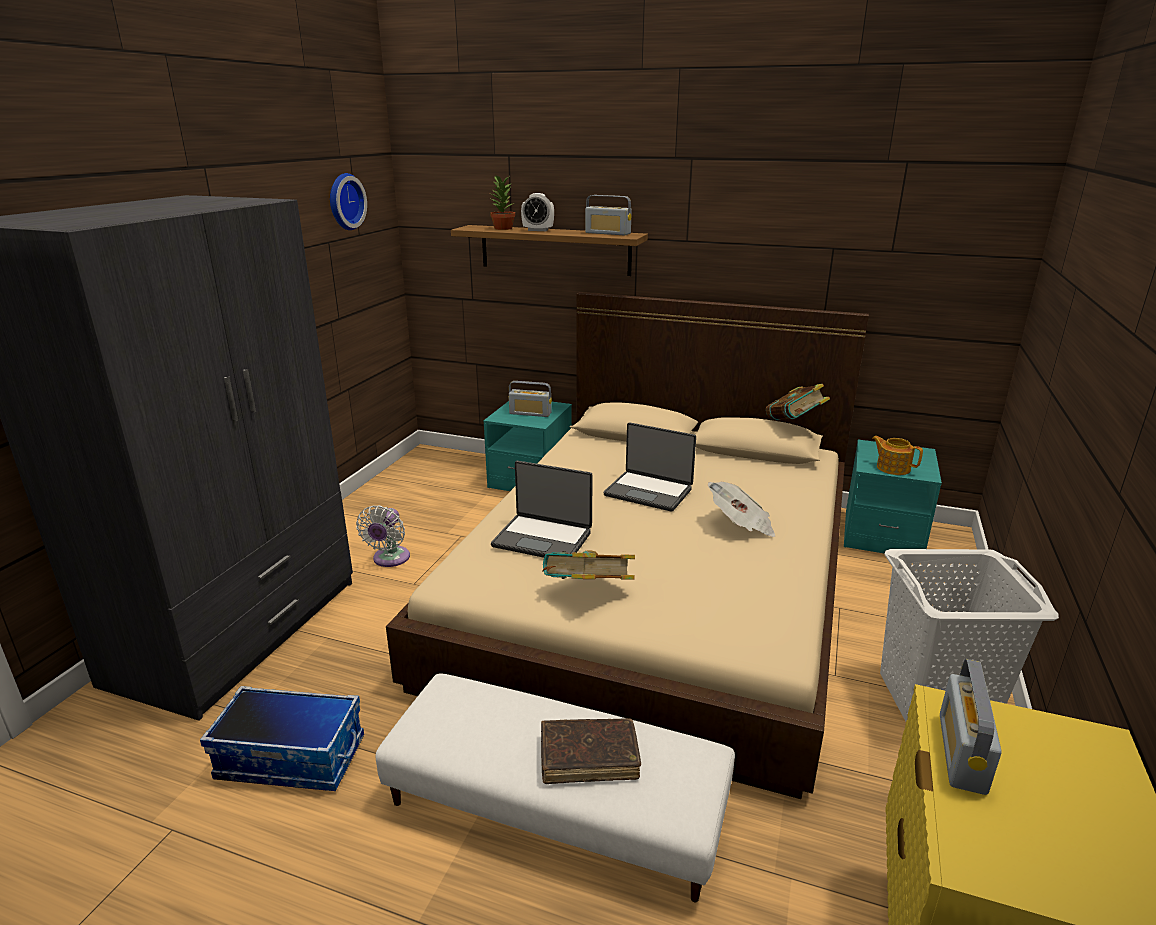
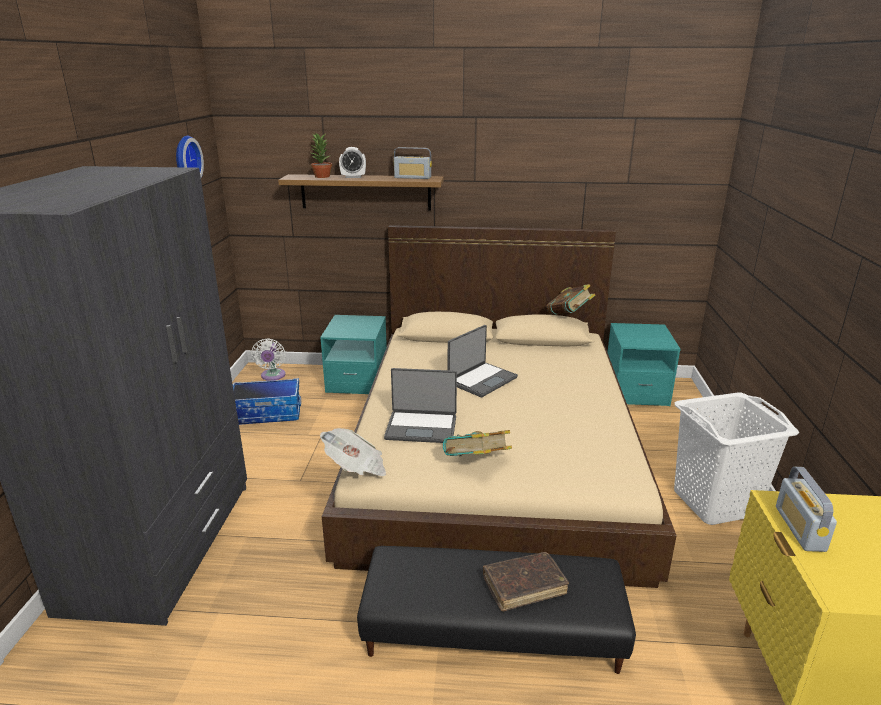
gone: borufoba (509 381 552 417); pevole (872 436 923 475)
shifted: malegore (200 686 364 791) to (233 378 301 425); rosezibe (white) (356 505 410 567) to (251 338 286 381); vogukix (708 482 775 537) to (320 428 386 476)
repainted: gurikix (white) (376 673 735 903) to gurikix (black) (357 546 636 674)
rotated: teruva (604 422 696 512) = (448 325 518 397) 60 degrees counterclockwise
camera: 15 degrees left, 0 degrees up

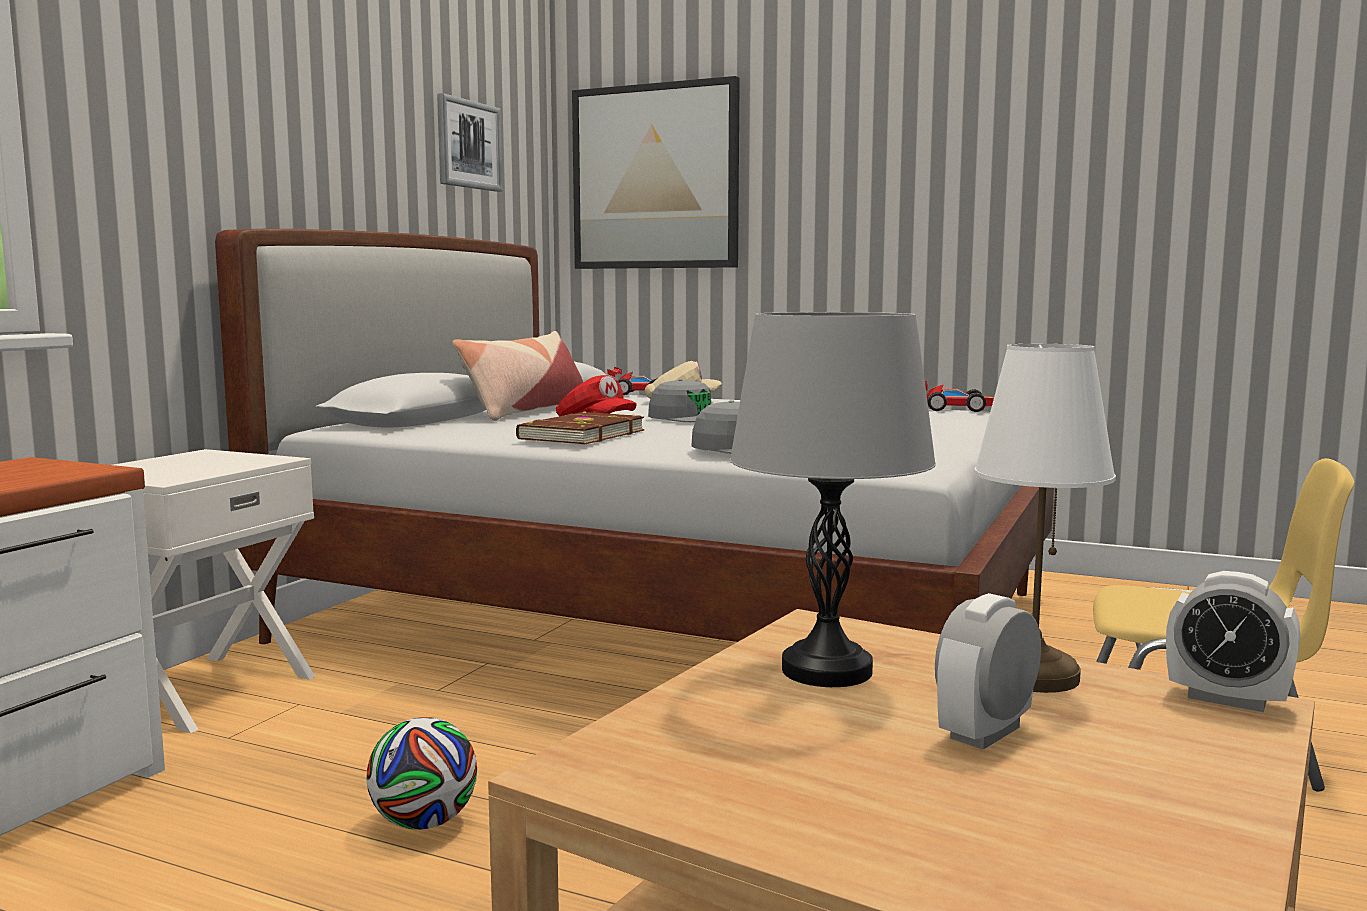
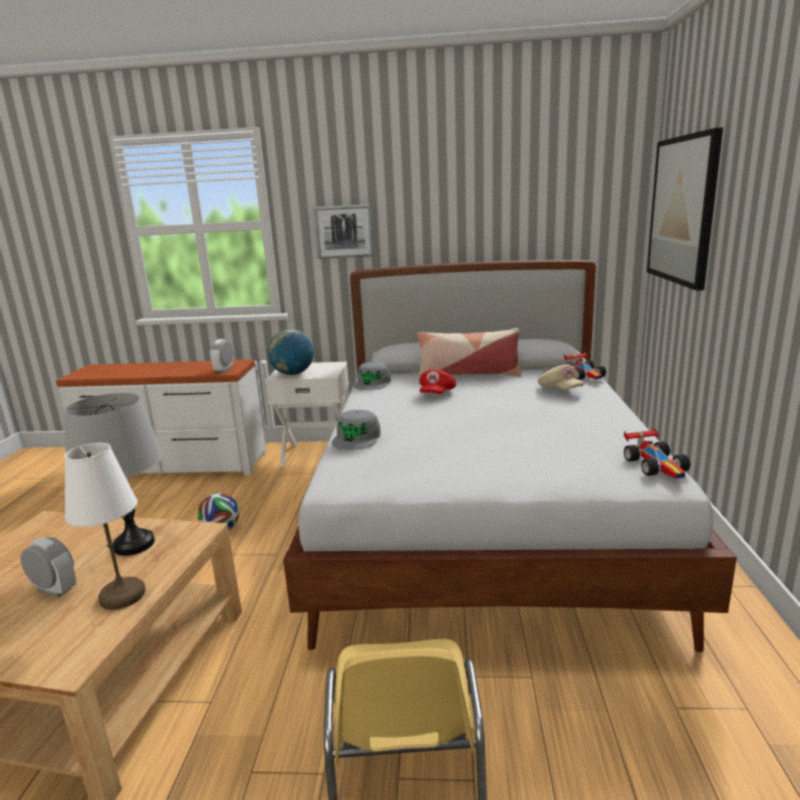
gone: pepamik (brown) (516 411 644 444)
new: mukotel (268 329 314 375)
shifted: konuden (437 93 502 192) to (313 204 374 259); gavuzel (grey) (648 379 711 422) to (354 362 391 390); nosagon (1166 571 1300 712) to (209 339 233 373)
camera: 70 degrees right, 10 degrees up

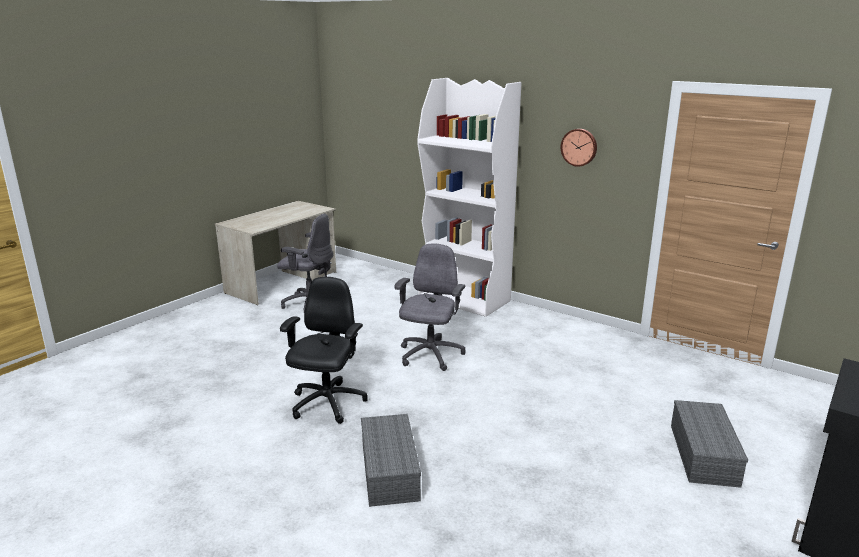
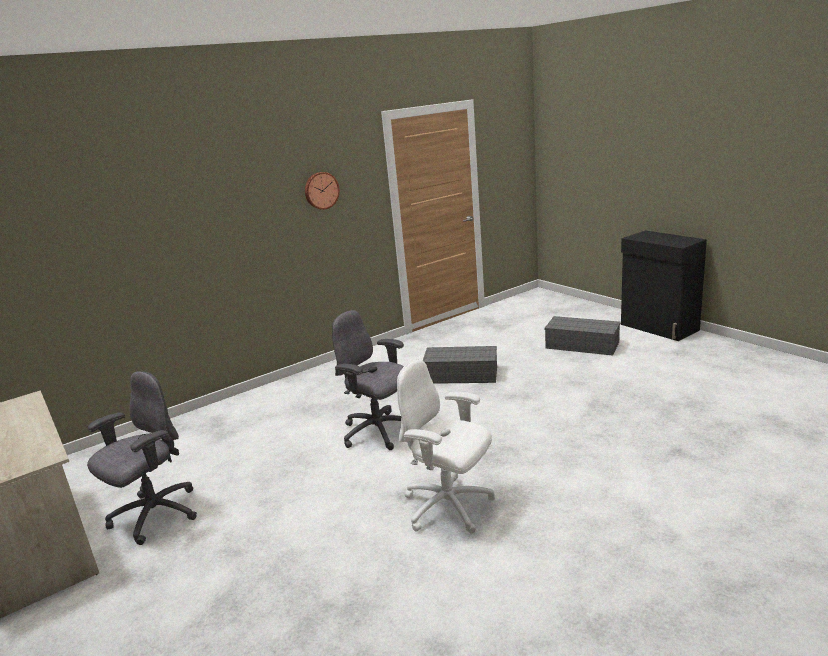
gone: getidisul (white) (417 78 521 317)
shifted: malegore (grey) (361 414 421 507) to (423 346 497 384)
repainted: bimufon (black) (280 277 368 424) to bimufon (white) (397 359 495 534)
camera: 70 degrees left, 0 degrees up

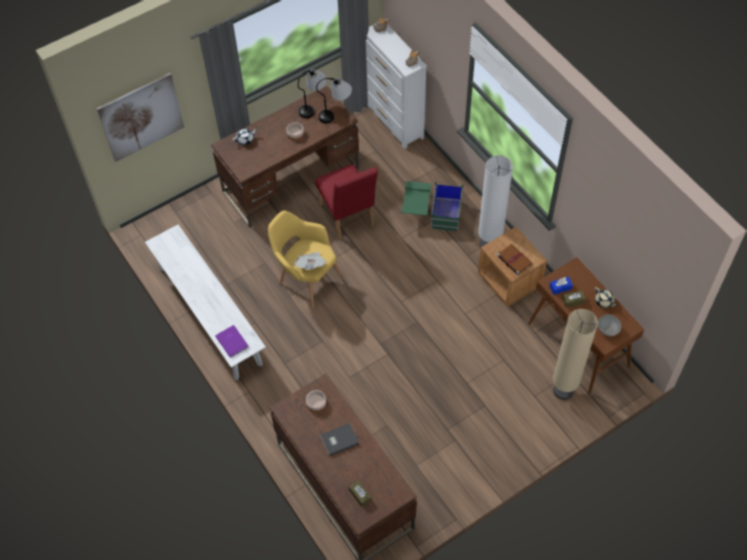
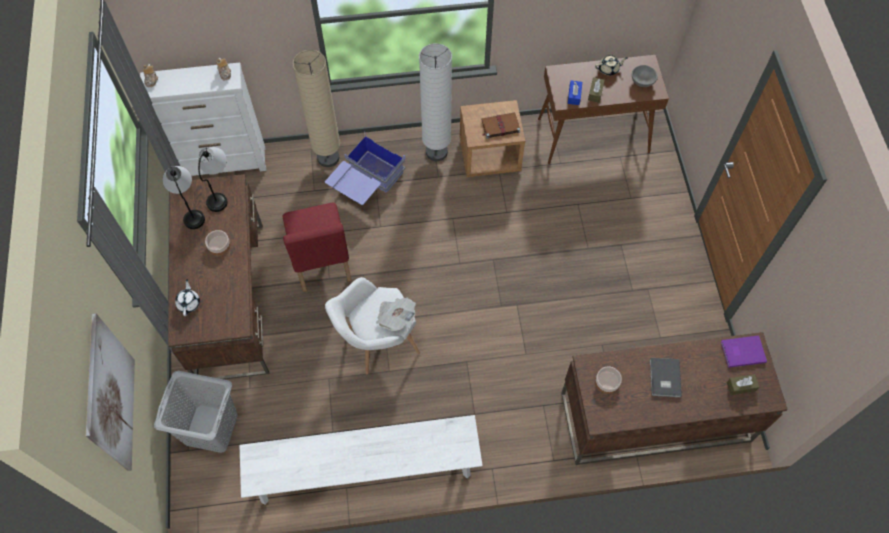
new: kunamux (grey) (154 371 238 453)
shifted: pepamik (purple) (215 325 248 358) to (721 336 767 368); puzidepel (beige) (553 309 598 400) to (292 50 340 167)
repainted: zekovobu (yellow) (268 210 342 309) to zekovobu (white) (325 277 420 374); malegore (green) (401 181 464 231) to malegore (blue) (325 135 405 205)
rotated: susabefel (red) (315 164 378 240) = (283 202 352 292) 75 degrees clockwise
camera: 65 degrees left, 5 degrees up

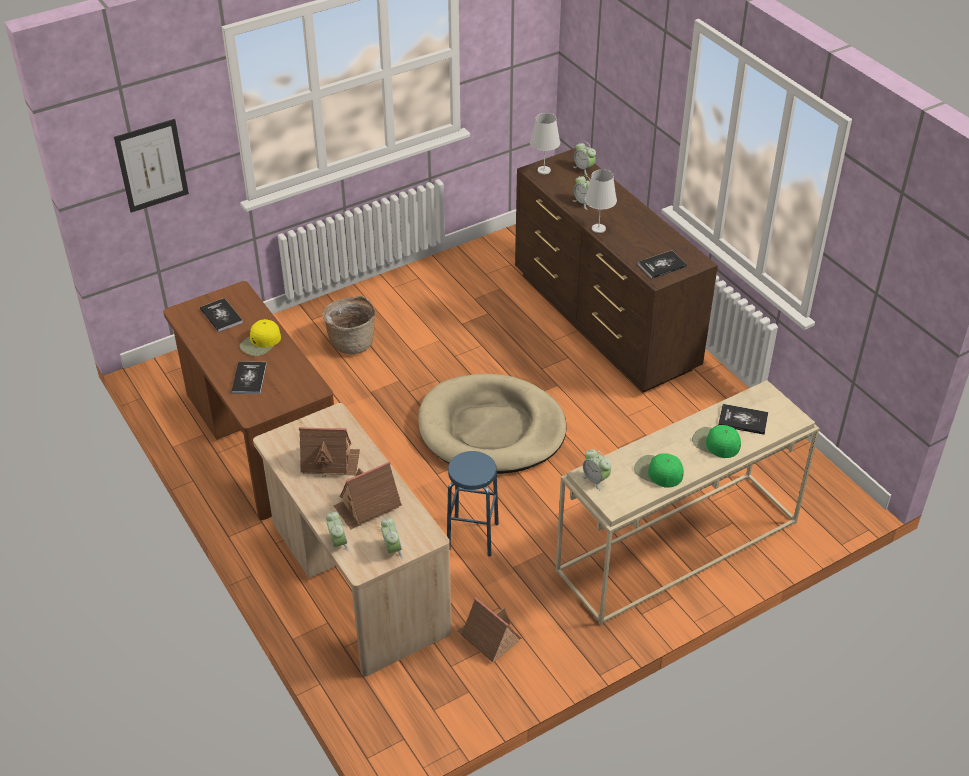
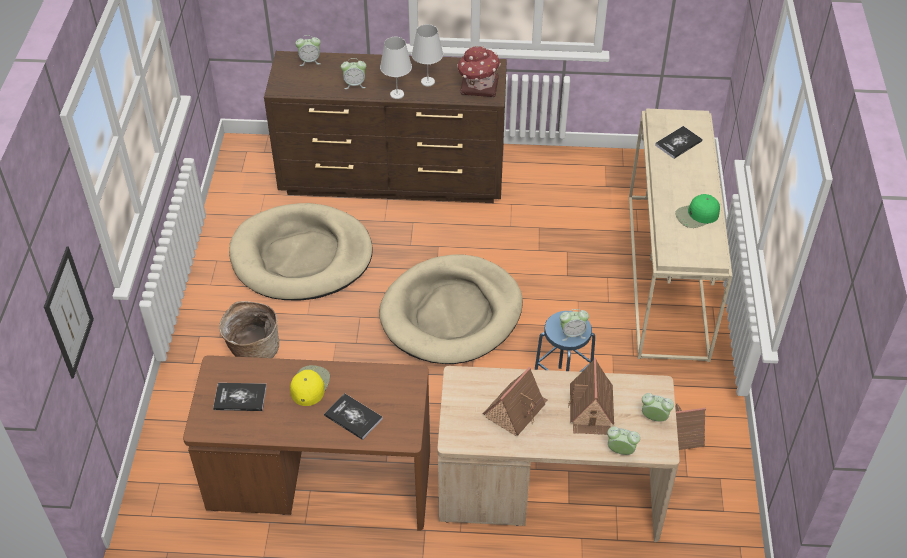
gone: gavuzel (green) (692 425 741 458)
new: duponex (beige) (229 203 373 301)
shifted: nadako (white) (530 113 560 174) to (411 24 443 86); nosagon (581 449 611 490) to (560 309 589 341)
swapped: pepamik (638 250 687 279) to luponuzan (457 46 501 97)
rotated: gavuzel (yellow) (240 319 281 356) = (290 365 330 406) 150 degrees counterclockwise
camera: 55 degrees left, 5 degrees up

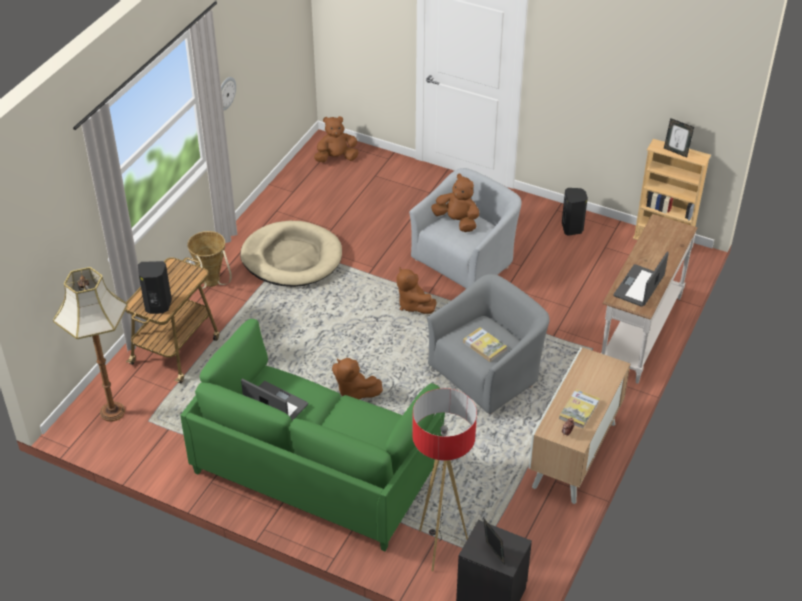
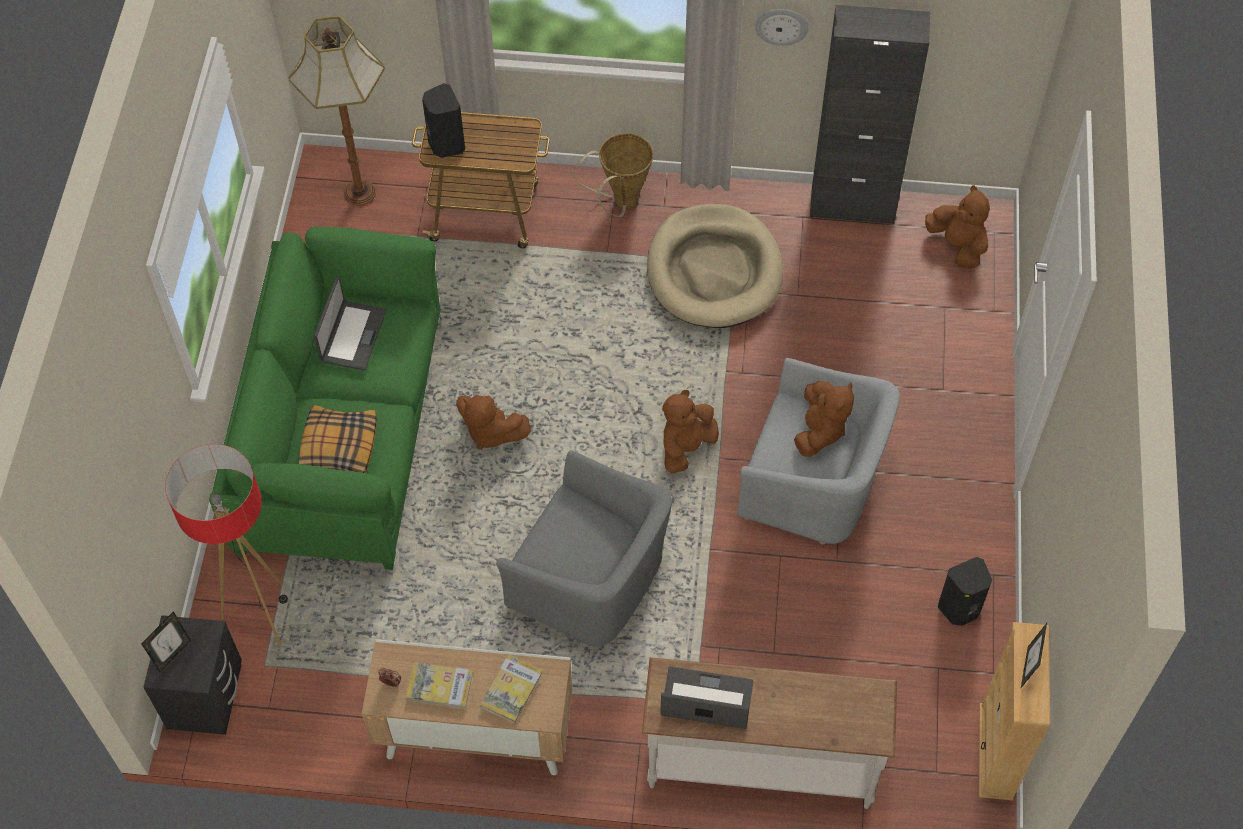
new: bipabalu (299 405 377 473); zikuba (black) (810 5 930 224)
shifted: pepamik (463 327 507 362) to (480 654 543 724)
rotated: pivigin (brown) (332 358 383 399) = (456 395 531 450) 75 degrees counterclockwise
camera: 70 degrees right, 15 degrees up

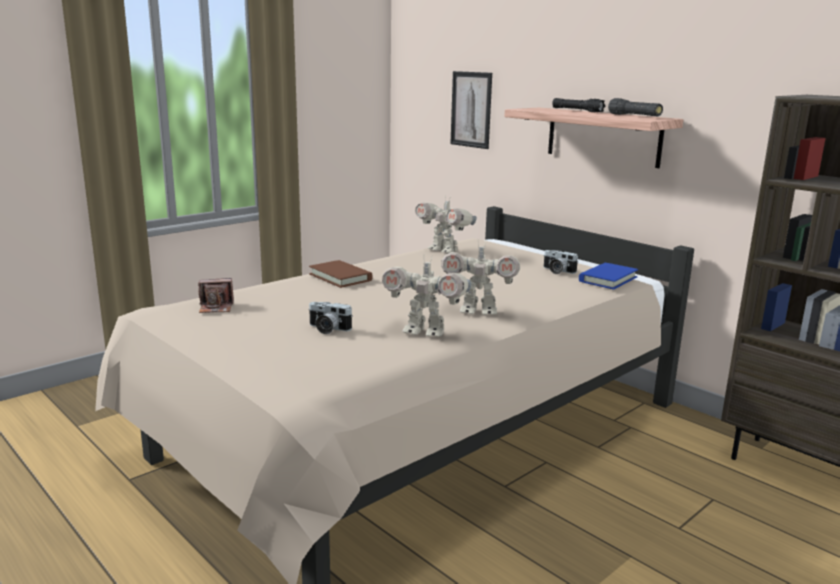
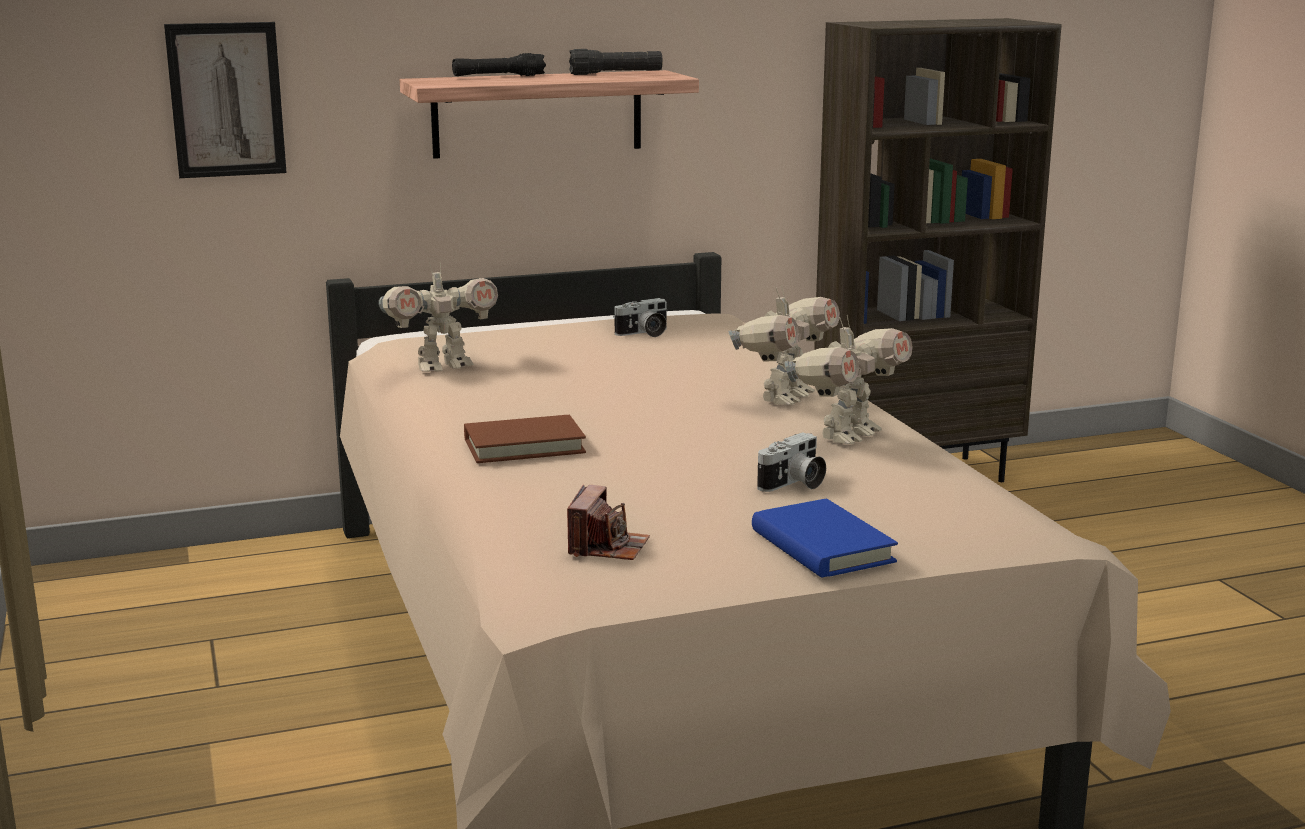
shifted: pepamik (blue) (579 263 638 289) to (752 499 898 578)
camera: 65 degrees left, 0 degrees up

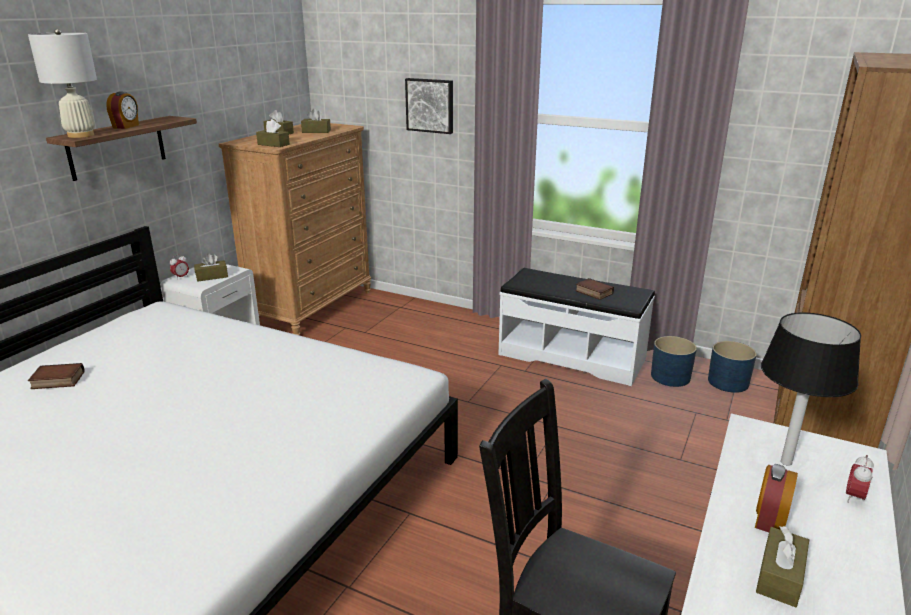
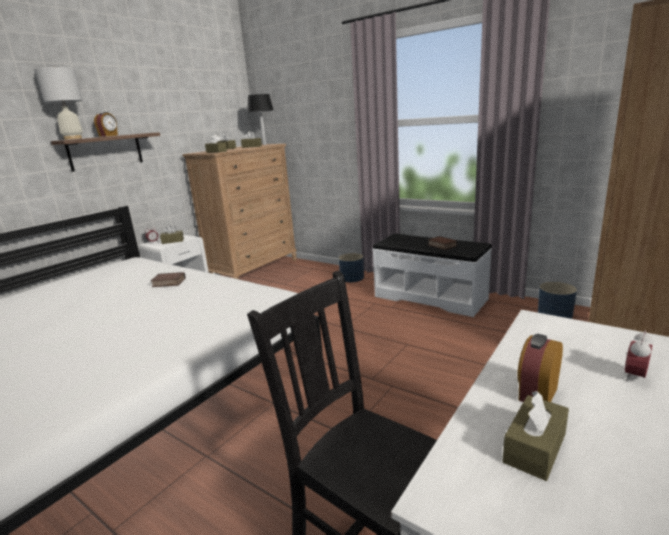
gone: konuden (405 78 453 134)
shifted: pepamik (28 363 85 389) to (151 272 186 287); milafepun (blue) (651 336 697 387) to (338 253 364 282); nadako (black) (761 312 861 466) to (247 94 273 145)
camera: 10 degrees right, 5 degrees down

